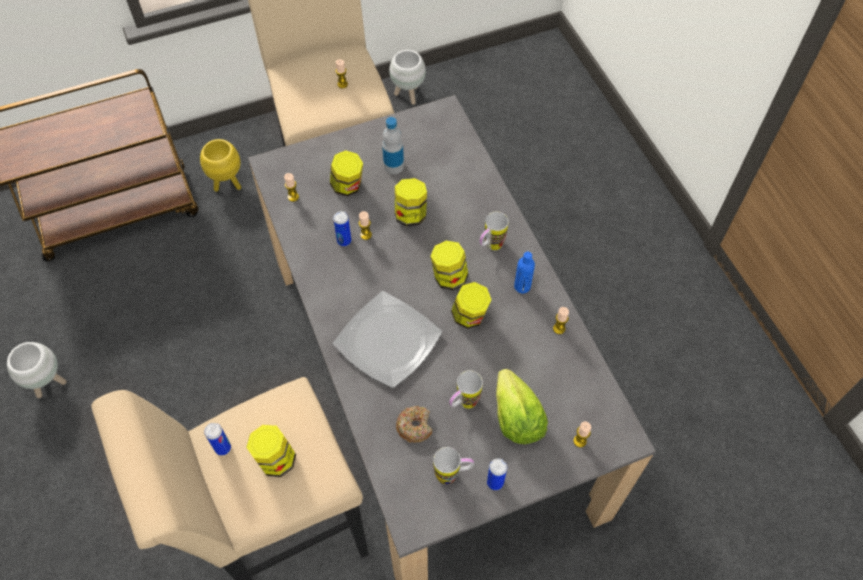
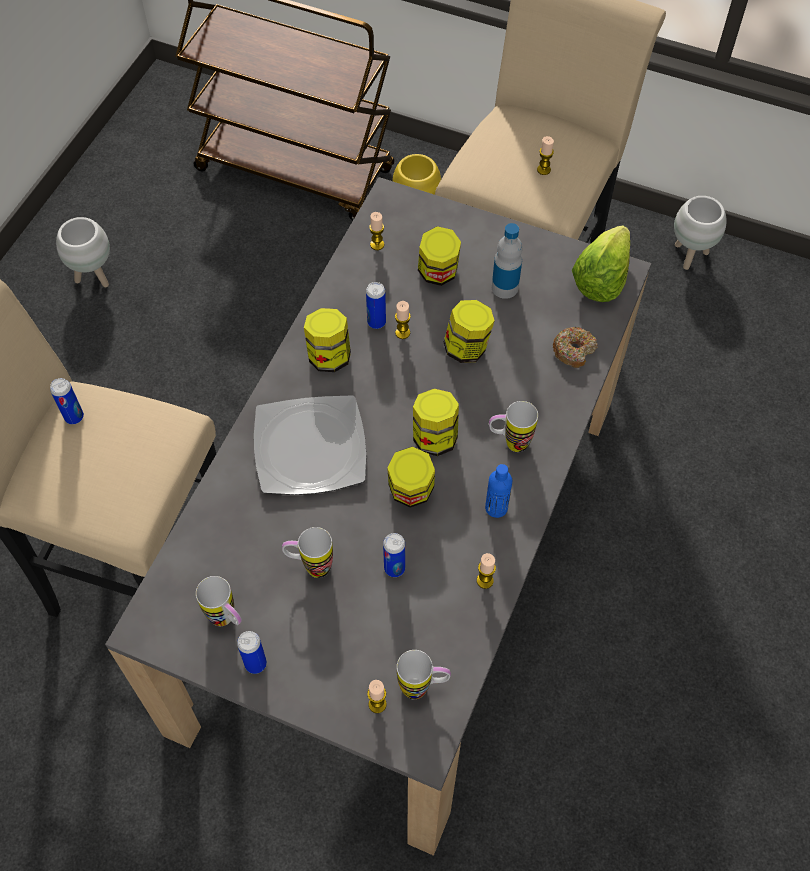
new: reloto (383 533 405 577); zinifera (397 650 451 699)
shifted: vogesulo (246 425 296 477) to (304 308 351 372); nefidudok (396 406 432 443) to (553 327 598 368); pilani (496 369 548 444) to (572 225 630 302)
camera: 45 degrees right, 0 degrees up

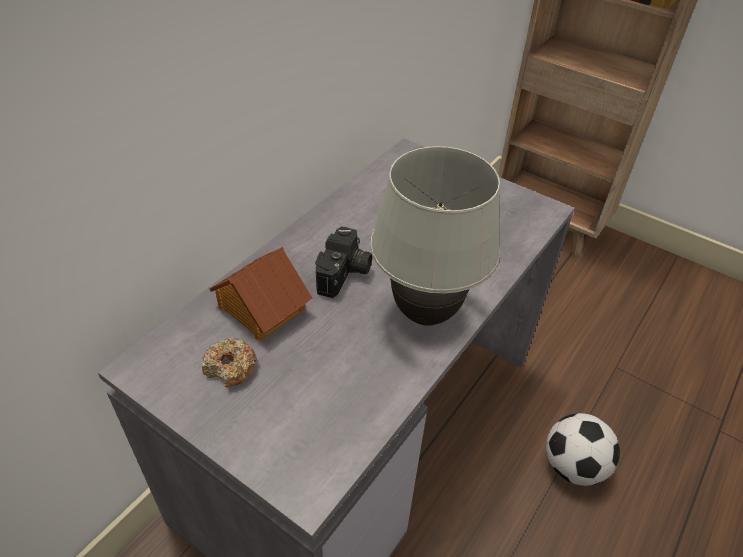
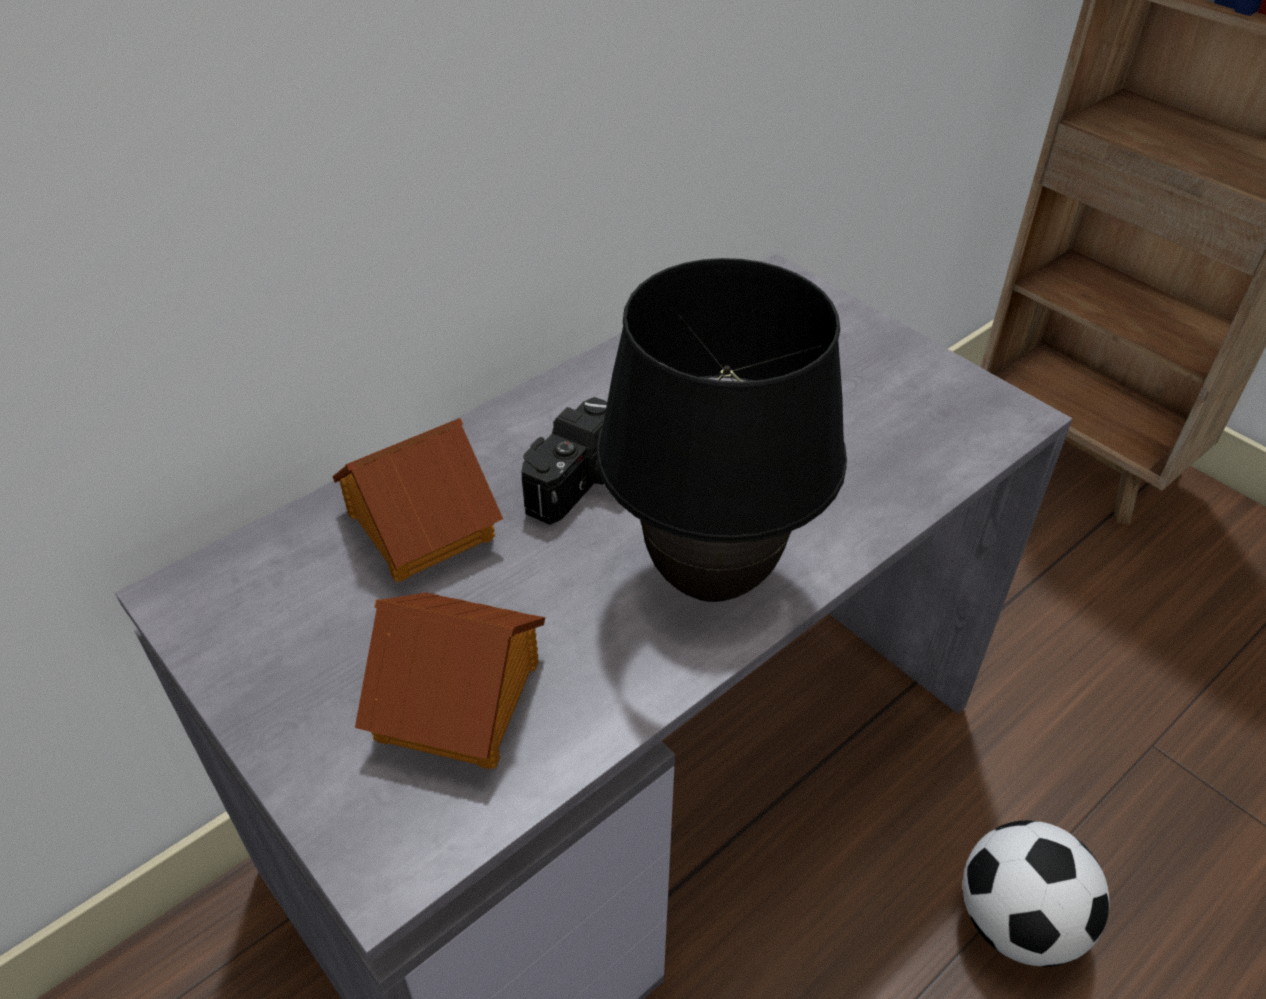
gone: nefidudok (201 338 257 387)
new: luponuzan (355 592 545 769)
repainted: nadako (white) (370 146 500 326) to nadako (black) (596 258 847 602)
camera: 15 degrees right, 0 degrees up

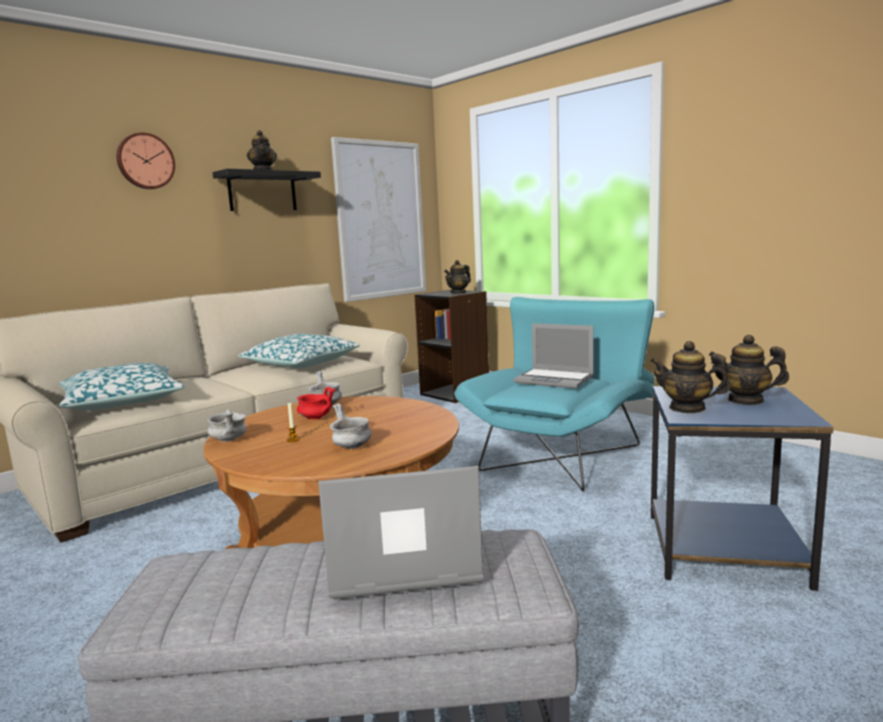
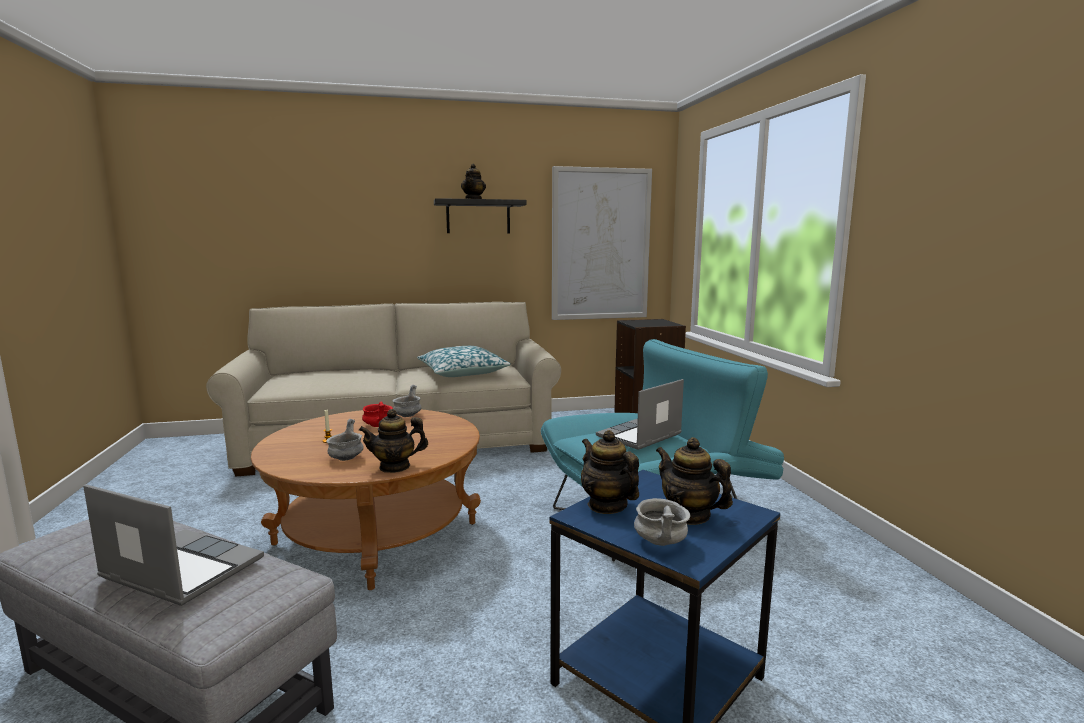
gone: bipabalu (58 363 185 410); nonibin (117 132 175 189)
shifted: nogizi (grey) (207 409 246 442) to (634 498 690 546); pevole (444 260 471 294) to (359 409 428 473)
rotated: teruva (513 323 594 389) = (596 379 684 450) 75 degrees clockwise
camera: 30 degrees right, 0 degrees up

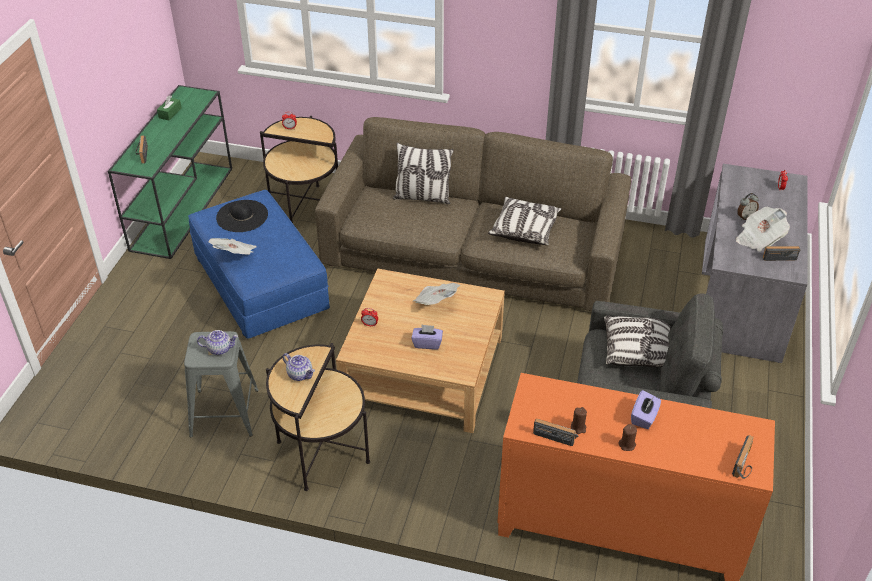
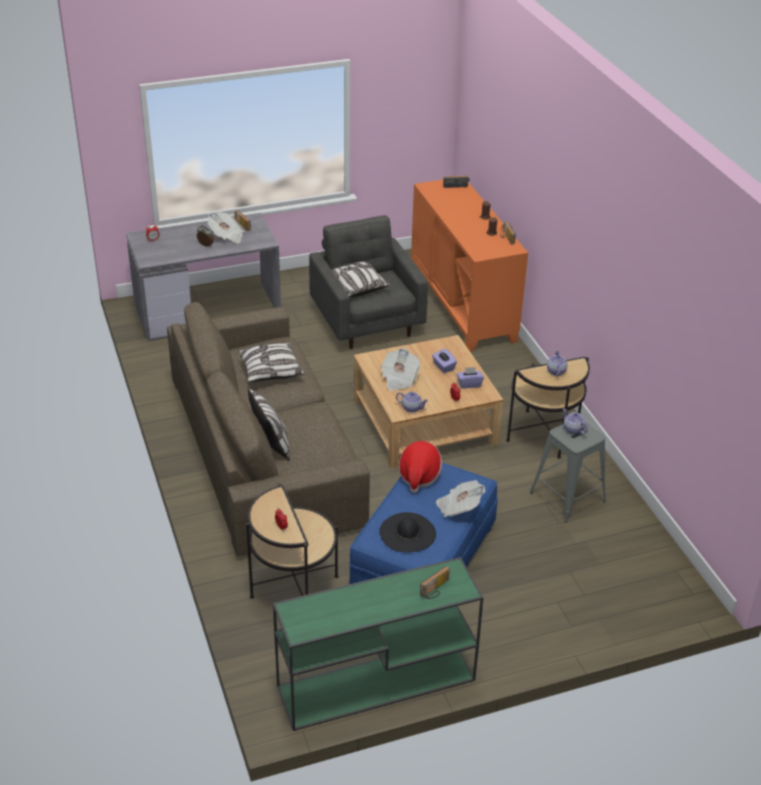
gone: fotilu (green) (157 95 182 121)
new: pevole (396 392 428 412); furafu (399 441 442 493)
shifted: fotilu (purple) (631 390 661 429) to (457 367 484 388)
camera: 125 degrees left, 5 degrees down

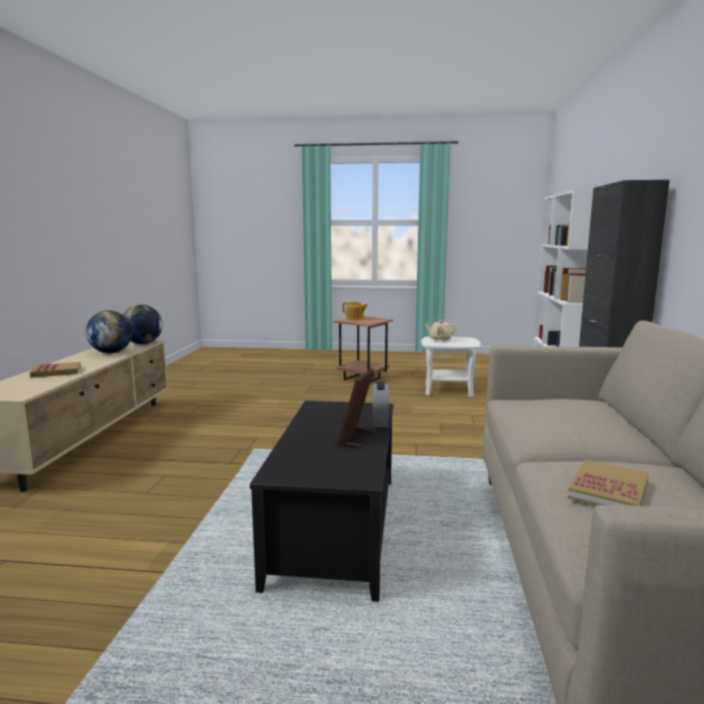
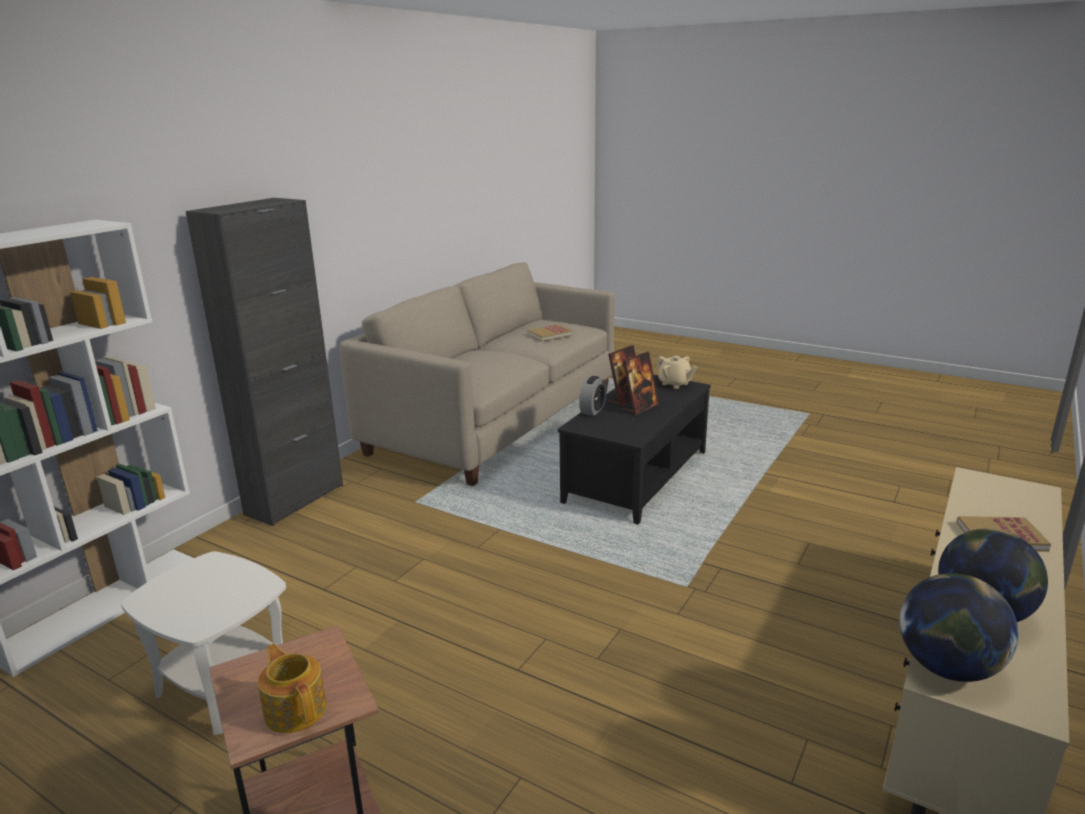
new: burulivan (622 352 659 415)
shifted: pevole (beige) (425 320 457 342) to (656 356 697 389)
camera: 155 degrees left, 10 degrees up

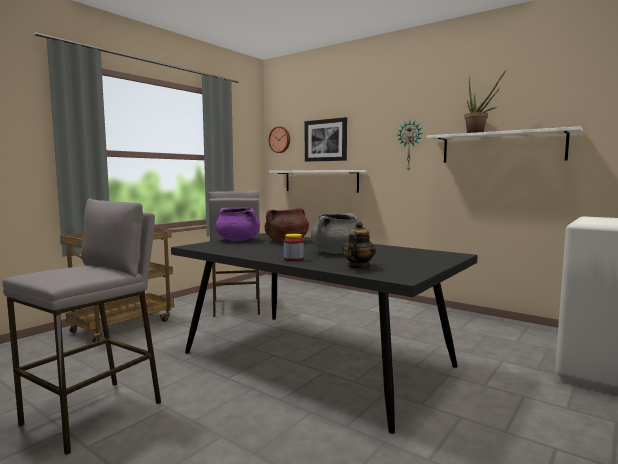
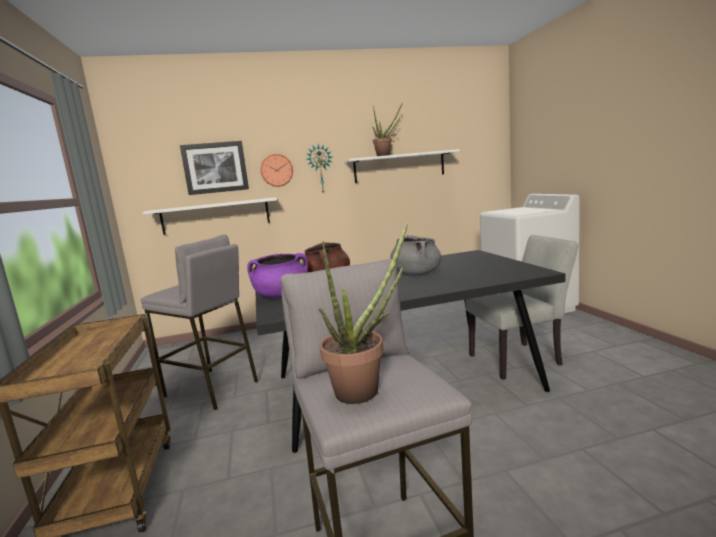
gone: vogesulo (284 234 304 261); pevole (342 221 376 268)
new: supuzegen (319 222 408 404); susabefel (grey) (466 235 578 380)
shifted: nonibin (268 126 290 153) to (261 154 293 187)
camera: 50 degrees left, 5 degrees up

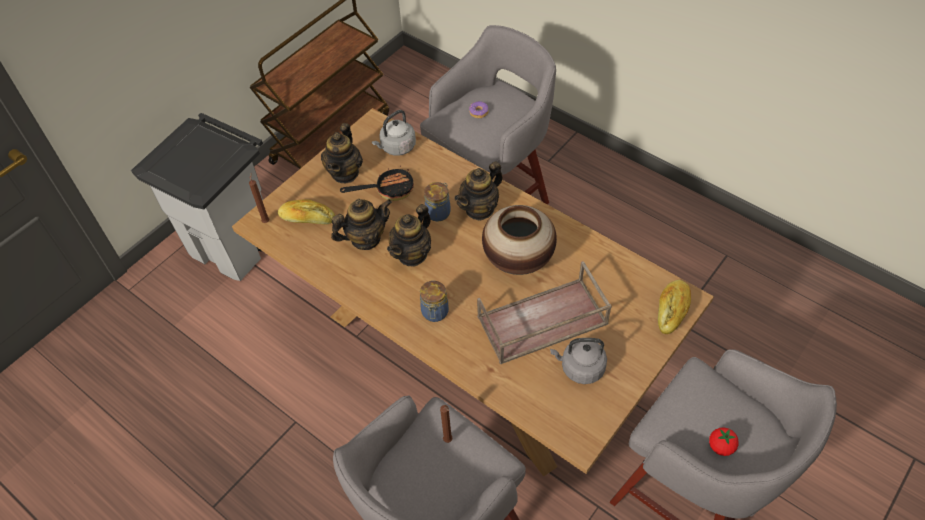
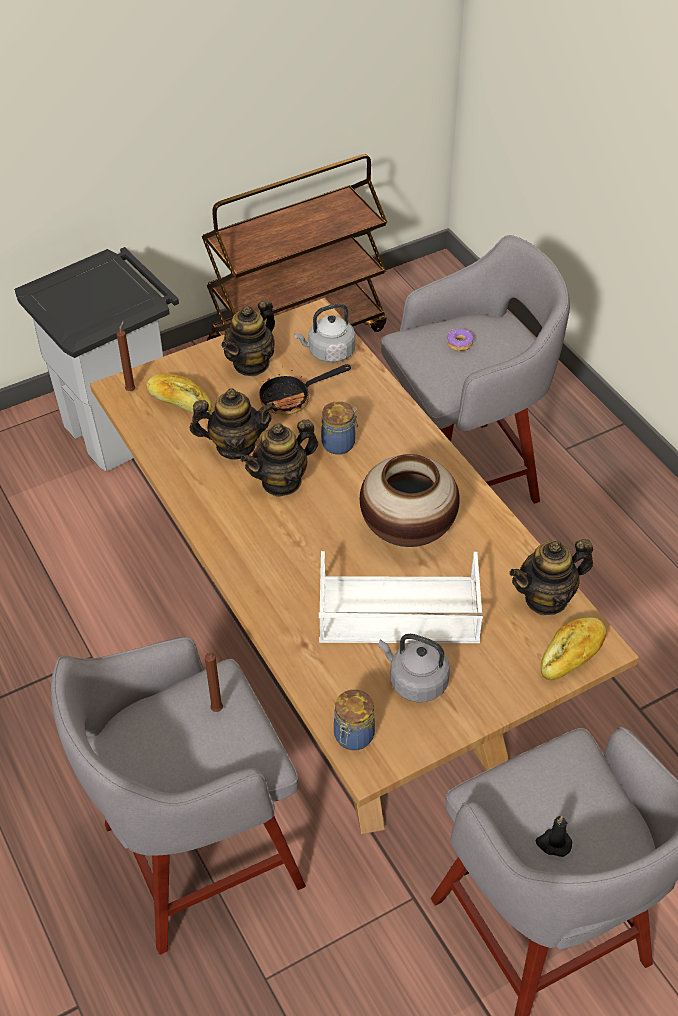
shifted: vogesulo (420 281 449 322) to (334 690 375 750); pevole (454 162 503 221) to (510 539 593 615)
swapped: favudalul (709 427 739 456) to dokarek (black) (536 815 572 857)
repainted: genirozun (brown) (477 261 612 364) to genirozun (white) (319 551 483 643)
rotated: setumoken (340 166 414 201) = (259 364 351 415) 150 degrees clockwise
camera: 20 degrees right, 5 degrees down

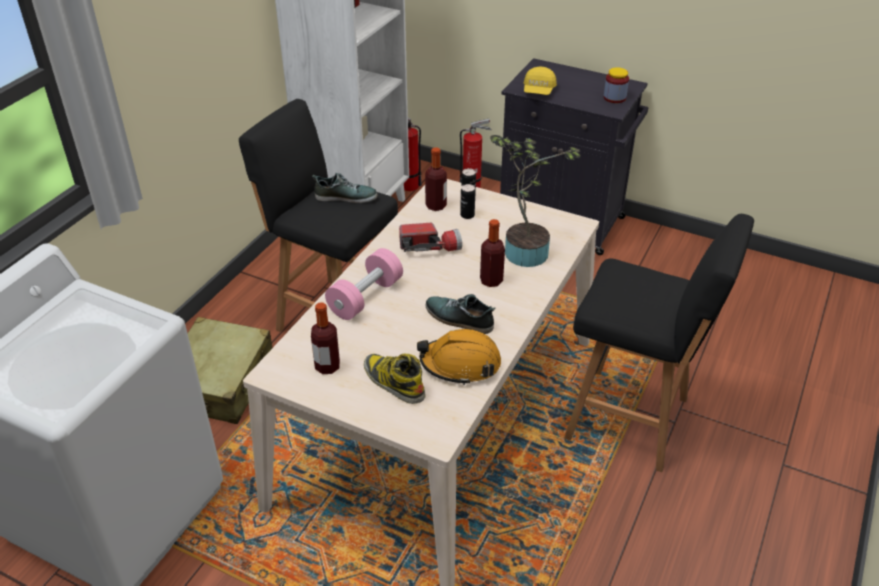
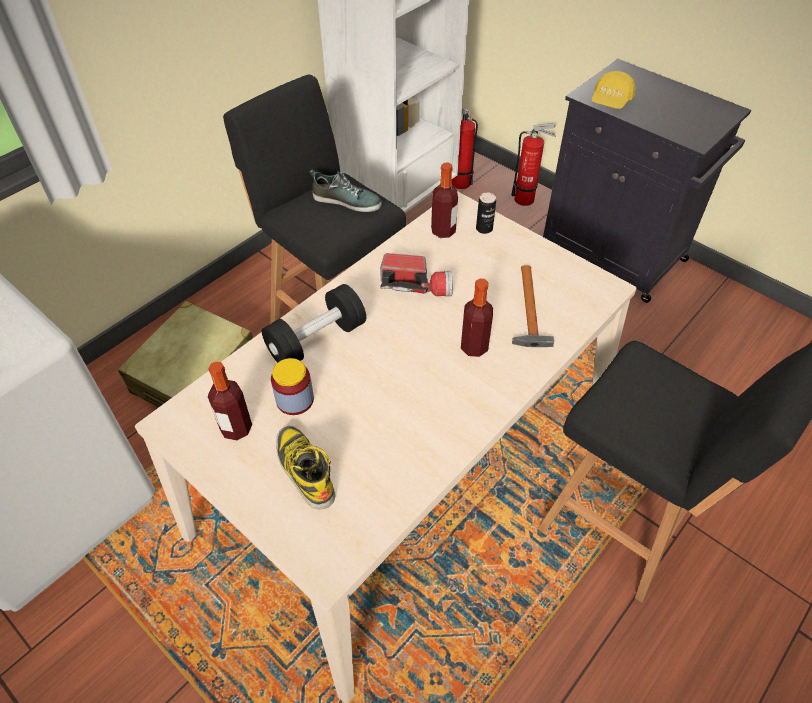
gone: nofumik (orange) (417 329 501 385); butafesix (425 294 496 334); reloto (460 184 475 219)
shifted: vogesulo (604 67 629 103) to (271 358 314 415)
swapped: supuzegen (490 135 580 267) to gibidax (512 265 554 347)
repainted: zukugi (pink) (325 248 403 320) to zukugi (black) (262 284 366 363)
camera: 15 degrees right, 10 degrees up

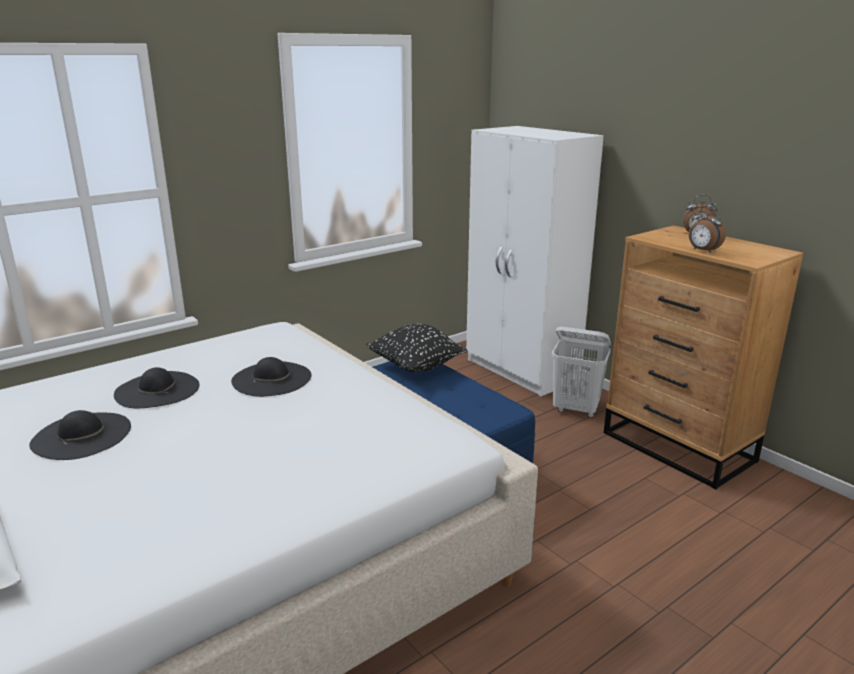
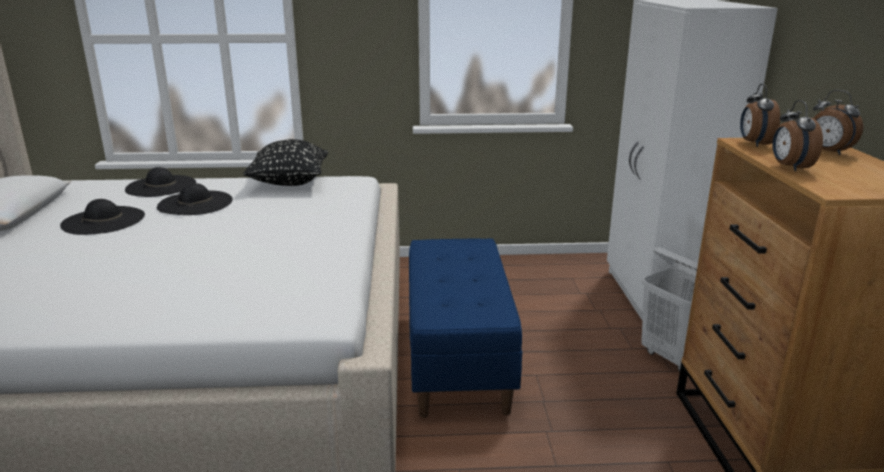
new: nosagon (740 84 780 147)
shifted: furafu (black) (231 357 311 397) to (125 167 196 197); bipabalu (black) (366 324 467 372) to (243 139 328 186)
camera: 35 degrees right, 0 degrees up

